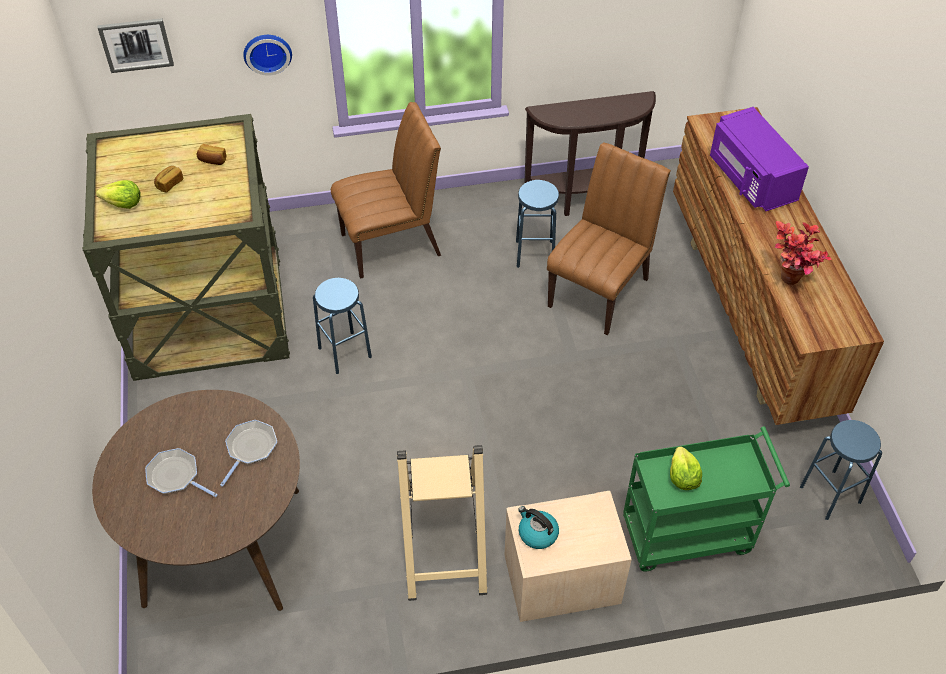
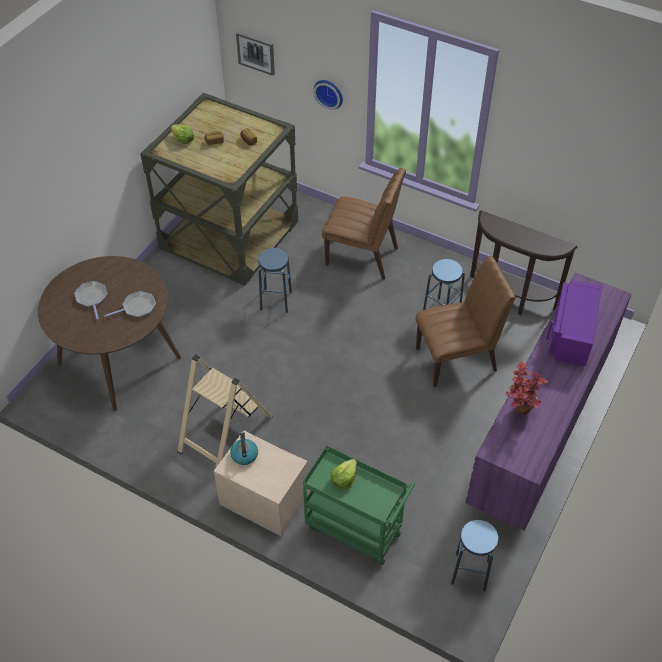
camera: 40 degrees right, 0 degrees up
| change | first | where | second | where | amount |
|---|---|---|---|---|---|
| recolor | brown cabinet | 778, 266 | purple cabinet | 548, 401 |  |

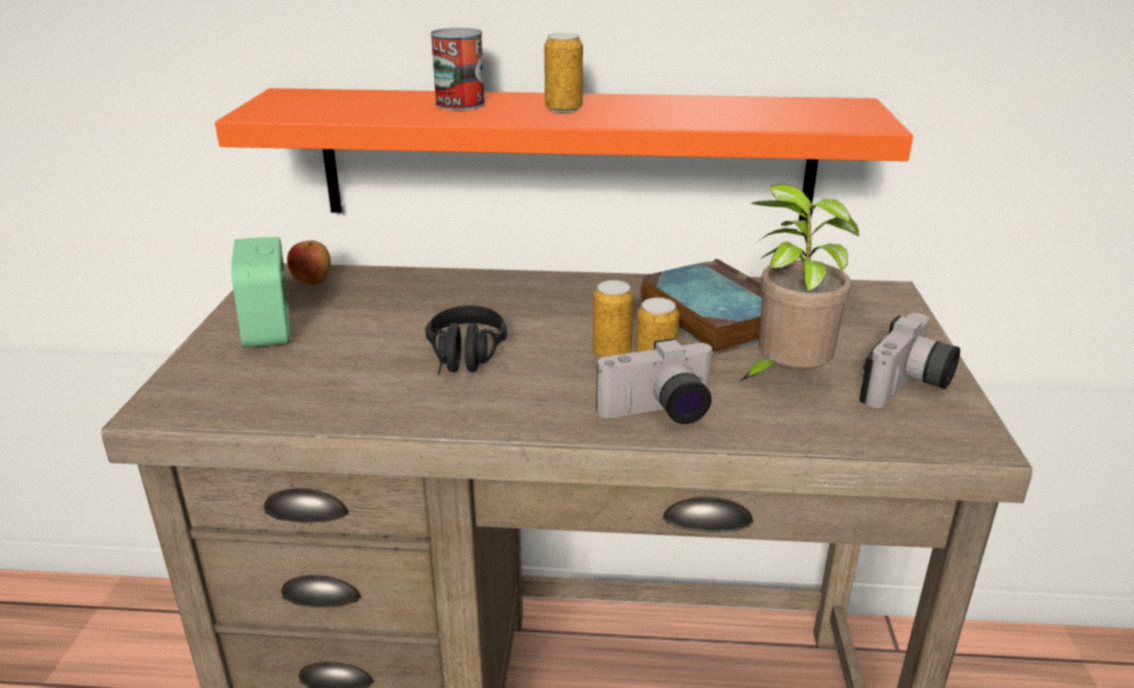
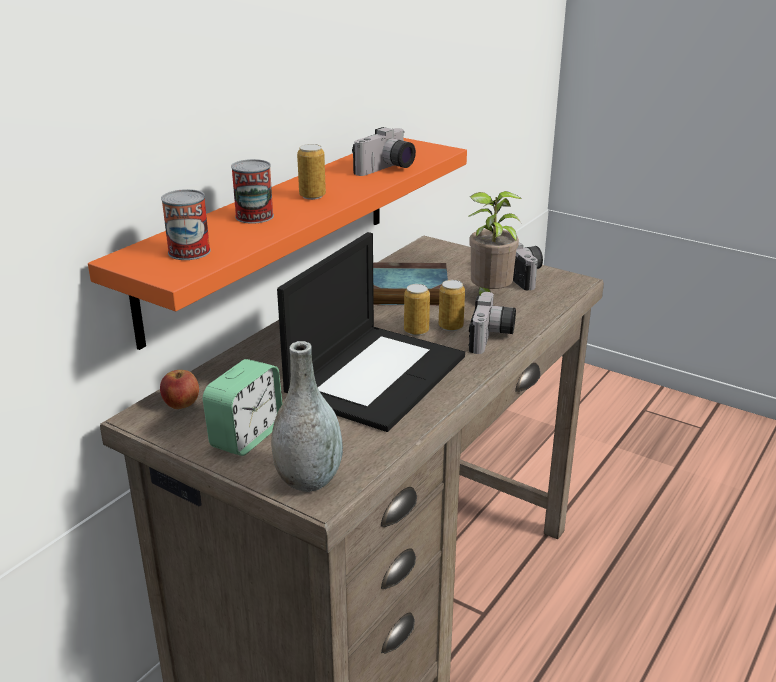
camera: 60 degrees left, 0 degrees up
| change | first | where | second | where | amount |
|---|---|---|---|---|---|
| rotate | alarm clock | 260, 292 |  | 243, 407 | 75 degrees counterclockwise |
| replace | black headphones | 466, 340 | laptop | 371, 332 |  |
| insert |  |  | can | 186, 224 |  |
| insert |  |  | grey vase | 307, 416 |  |
| insert |  |  | photo camera | 384, 151 |  |

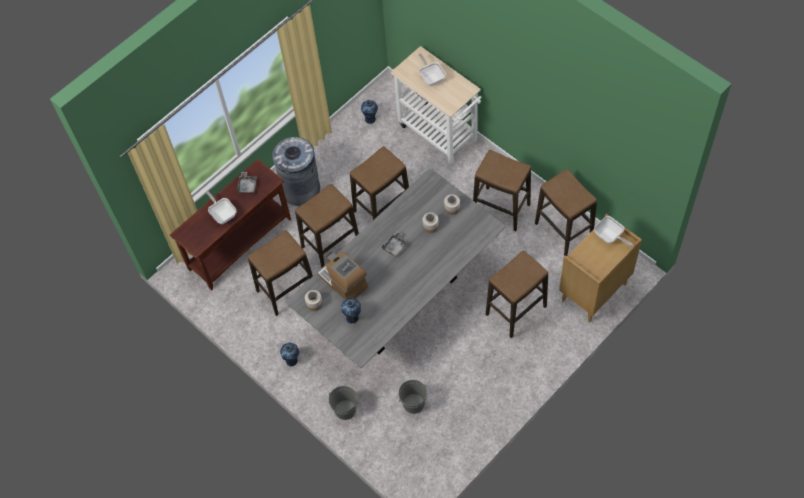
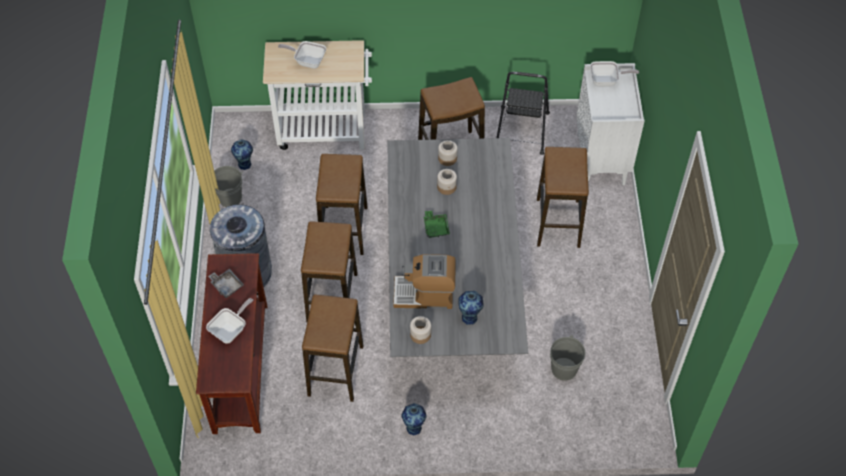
camera: 50 degrees left, 5 degrees down
| change | first | where | second | where | amount |
|---|---|---|---|---|---|
| rotate | frying pan | 221, 207 |  | 229, 321 | 120 degrees clockwise |
| move | grey bucket | 343, 403 |  | 228, 186 |  |
| recolor | grey tray | 395, 244 | green tray | 437, 224 |  |
| replace | stool | 566, 212 | black step ladder | 523, 113 |  |
| recolor | brown cabinet | 600, 268 | white cabinet | 610, 124 |  |

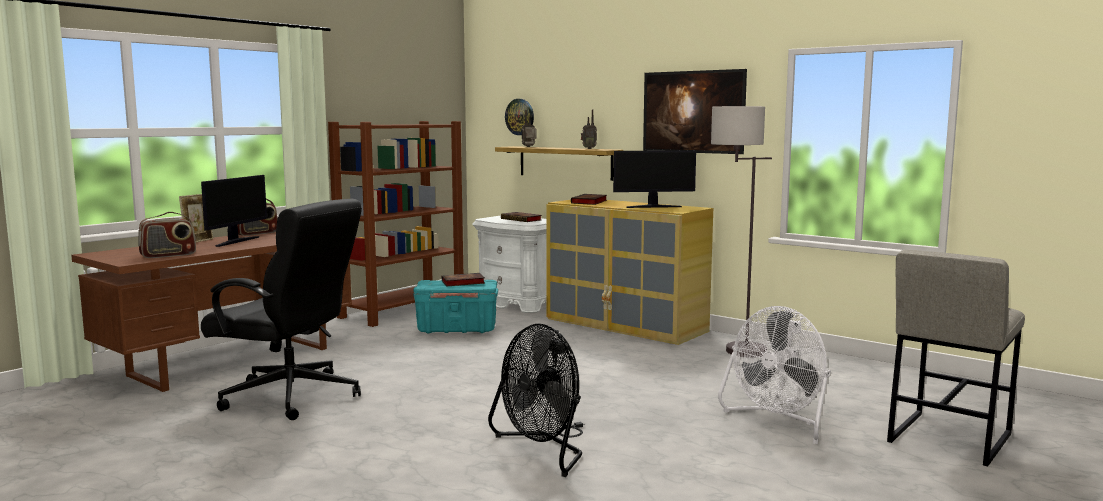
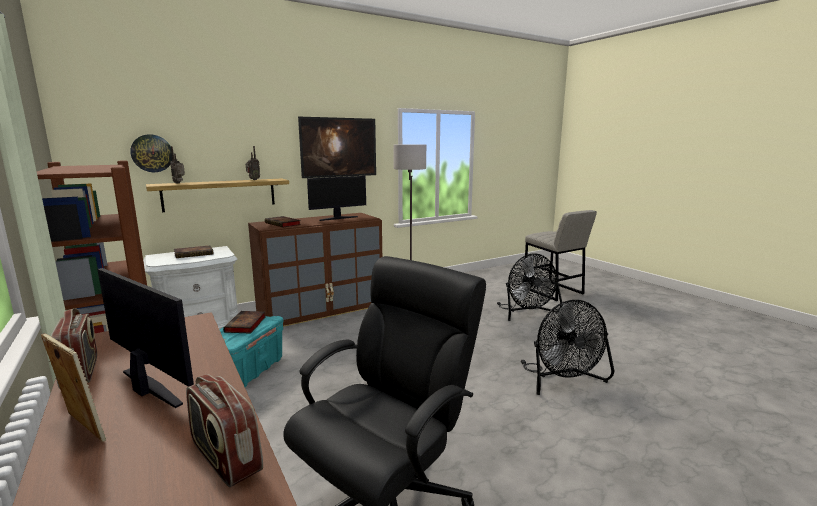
camera: 70 degrees left, 5 degrees up
| change | first | where | second | where | amount |
|---|---|---|---|---|---|
| rotate | radio | 167, 235 |  | 224, 430 | 150 degrees clockwise |
| recolor | yellow cabinet | 629, 272 | brown cabinet | 315, 270 |  |
| rotate | monitor | 654, 179 |  | 336, 198 | 45 degrees clockwise |
| recolor | white fan | 774, 375 | black fan | 529, 287 |  |

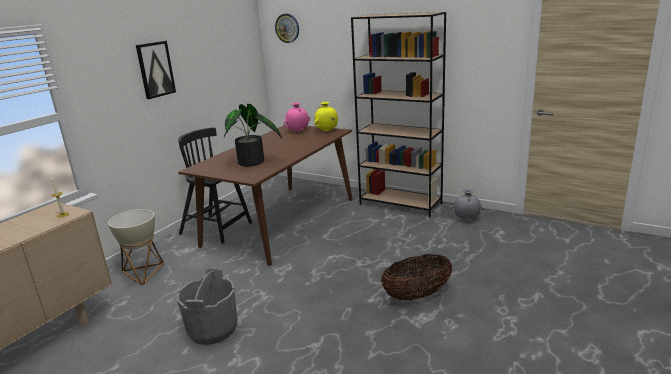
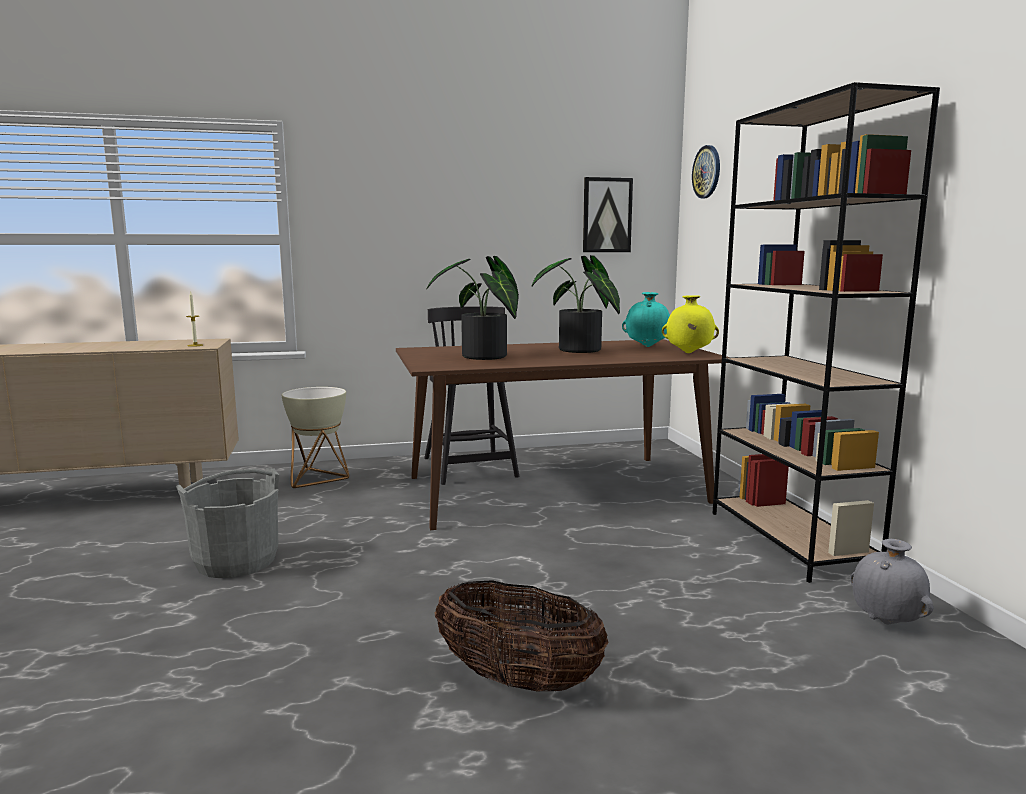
camera: 45 degrees right, 10 degrees down
| change | first | where | second | where | amount |
|---|---|---|---|---|---|
| move | picture | 156, 70 |  | 608, 214 |  |
| recolor | pink vase | 297, 117 | turquoise vase | 646, 319 |  |
| insert |  |  | potted plant | 576, 304 |  |

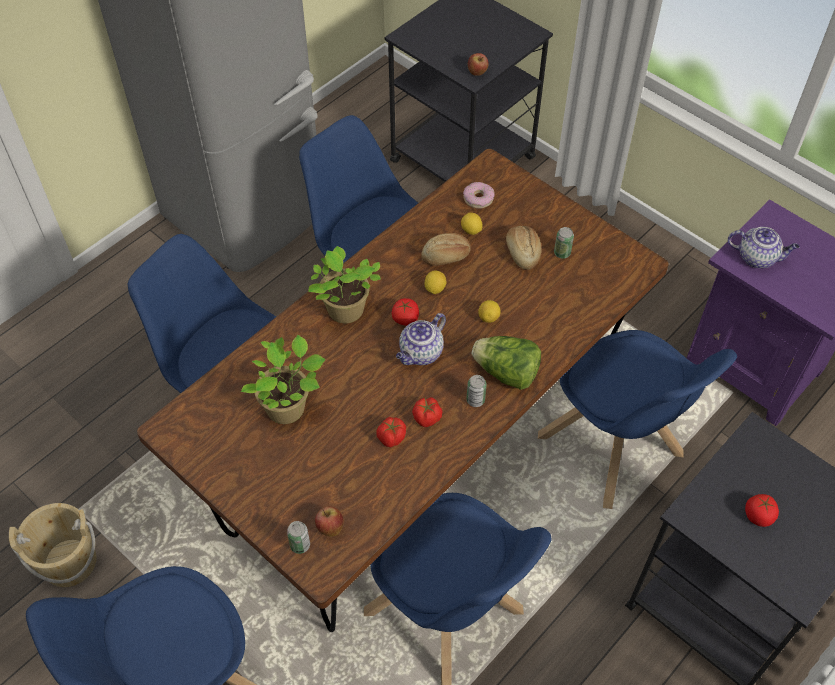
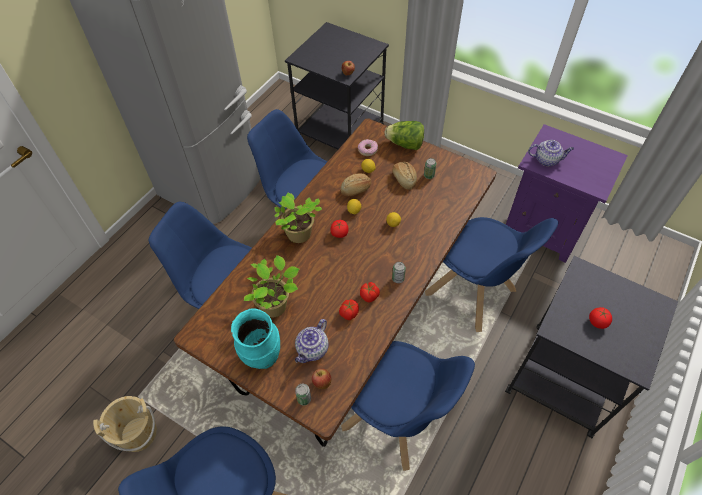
camera: 10 degrees left, 0 degrees up
| change | first | where | second | where | amount |
|---|---|---|---|---|---|
| move | teapot | 421, 339 |  | 312, 341 |  |
| move | lettuce | 506, 363 |  | 404, 135 |  |
| insert |  |  | turquoise vase | 255, 338 |  |

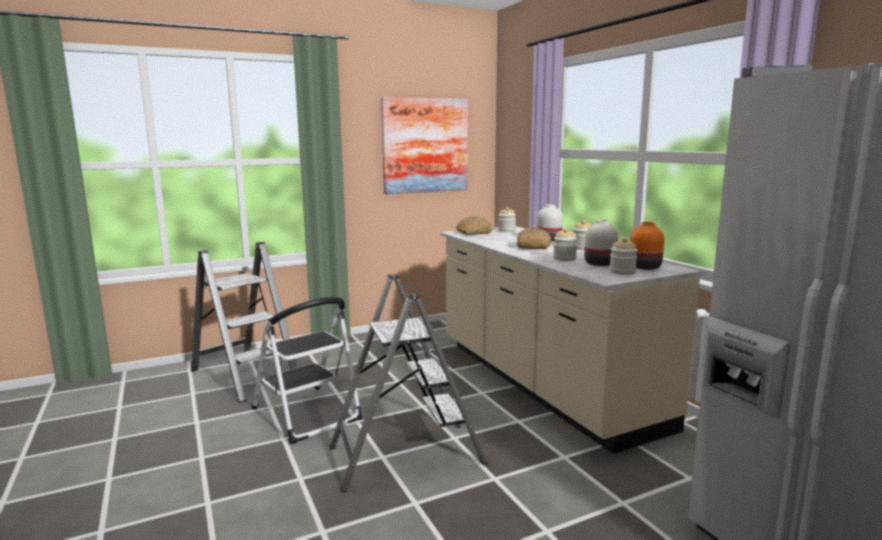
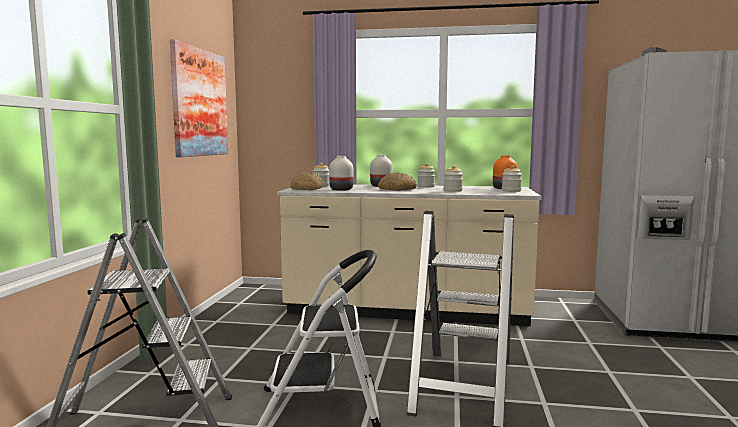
camera: 55 degrees left, 5 degrees down
| change | first | where | second | where | amount |
|---|---|---|---|---|---|
| move | white vase | 601, 243 |  | 341, 173 |  |

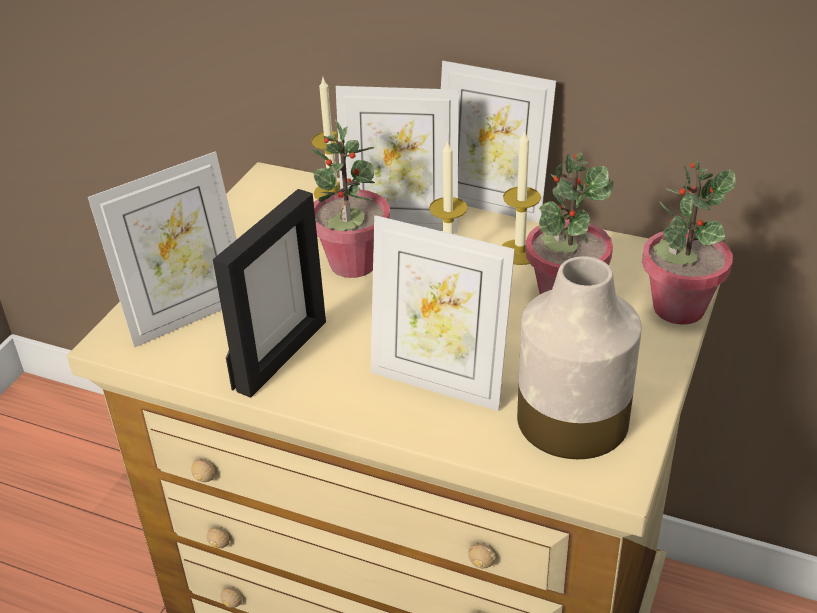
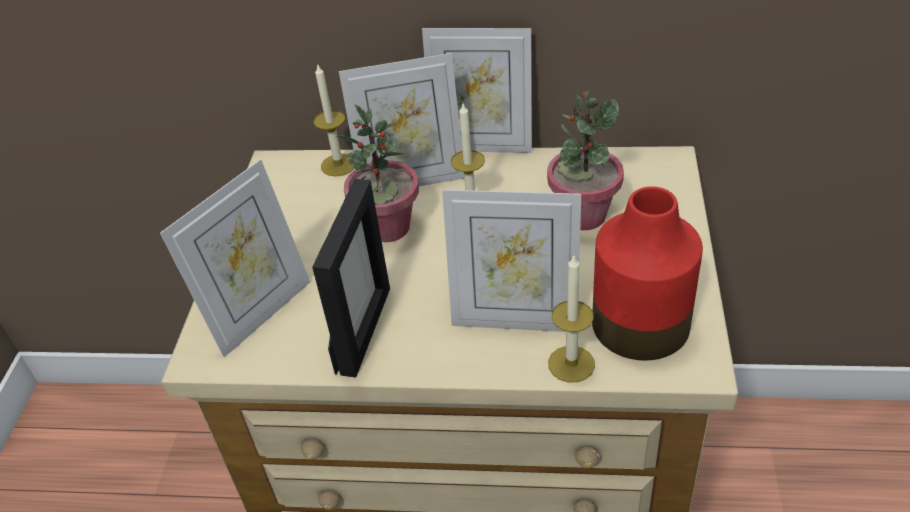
camera: 15 degrees left, 5 degrees up
| change | first | where | second | where | amount |
|---|---|---|---|---|---|
| move | candle | 521, 197 |  | 571, 319 |  |
| recolor | beige vase | 579, 357 | red vase | 647, 273 |  |
| delete | potted plant | 689, 243 |  |  |  |

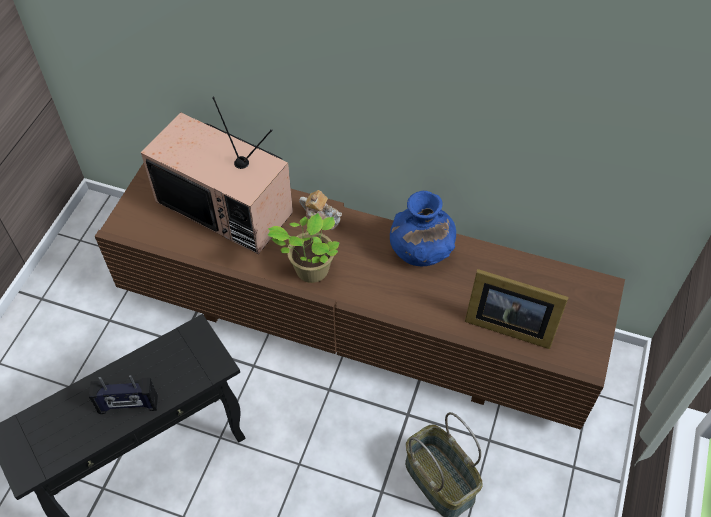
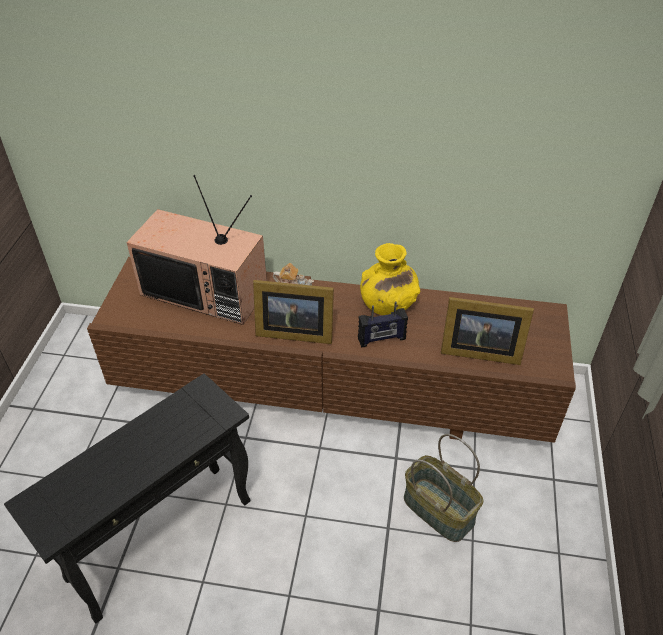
camera: 10 degrees left, 10 degrees down
| change | first | where | second | where | amount |
|---|---|---|---|---|---|
| move | radio | 123, 394 |  | 383, 324 |  |
| replace | potted plant | 304, 248 | picture frame | 293, 312 |  |
| recolor | blue vase | 423, 228 | yellow vase | 390, 279 |  |

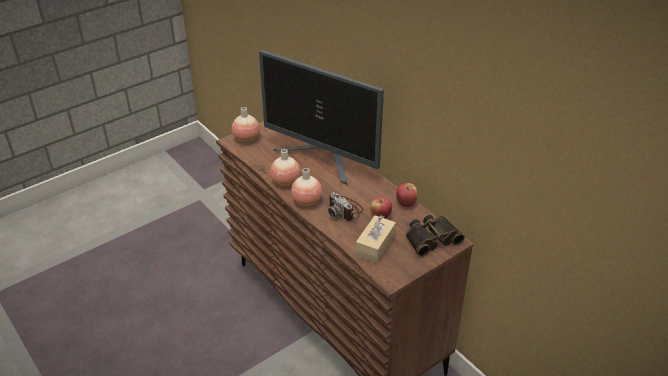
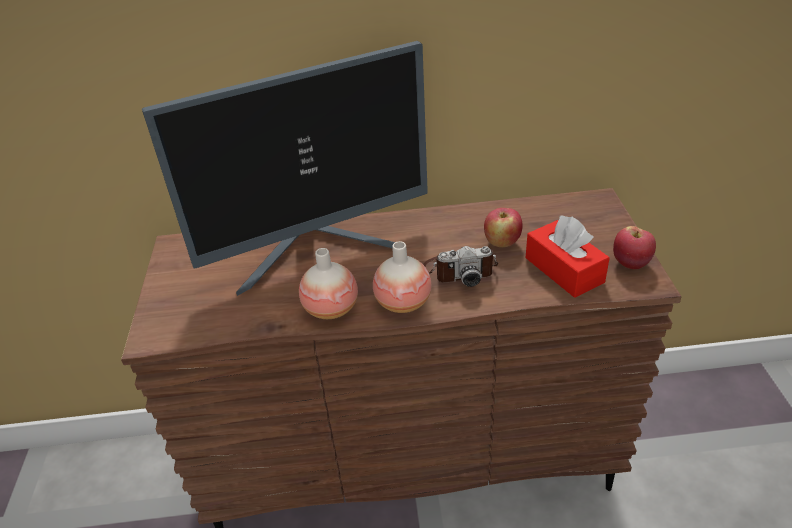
camera: 55 degrees left, 0 degrees up
| change | first | where | second | where | amount |
|---|---|---|---|---|---|
| delete | vase | 246, 124 |  |  |  |
| recolor | beige tissue box | 376, 239 | red tissue box | 568, 257 |  |
| move | apple | 407, 195 |  | 634, 247 |  |
| delete | binoculars | 435, 236 |  |  |  |

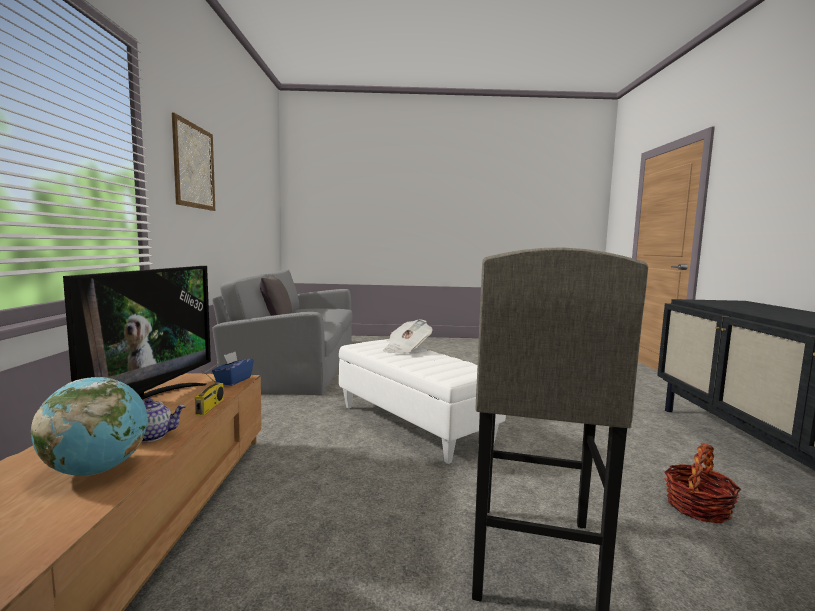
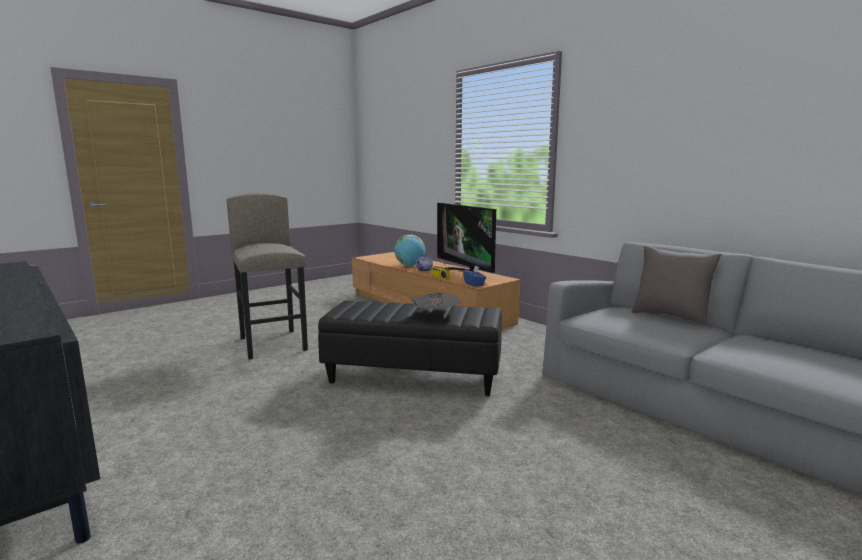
camera: 140 degrees right, 5 degrees up
| change | first | where | second | where | amount |
|---|---|---|---|---|---|
| delete | picture | 193, 162 |  |  |  |
| recolor | white ottoman | 422, 401 | black ottoman | 410, 348 |  |
| delete | basket | 702, 483 |  |  |  |

